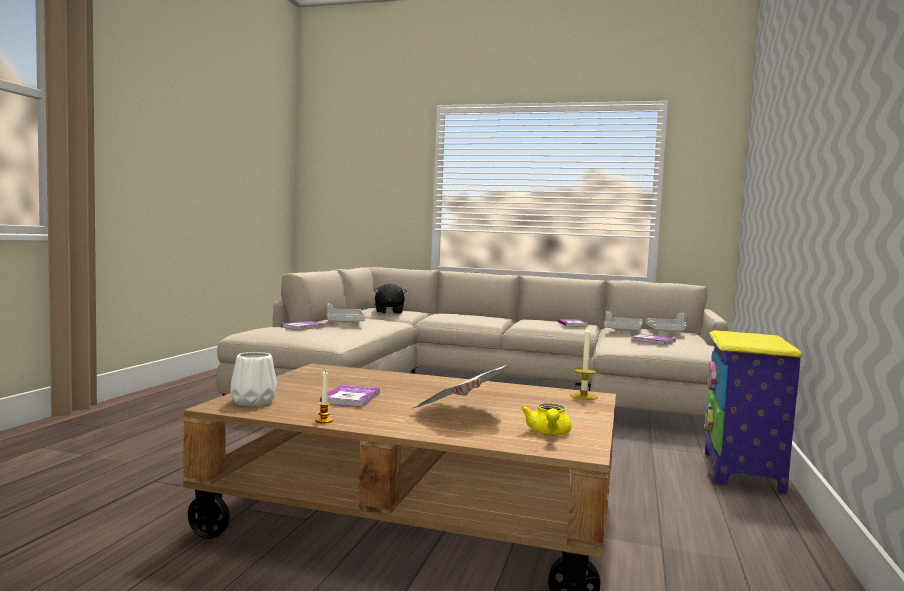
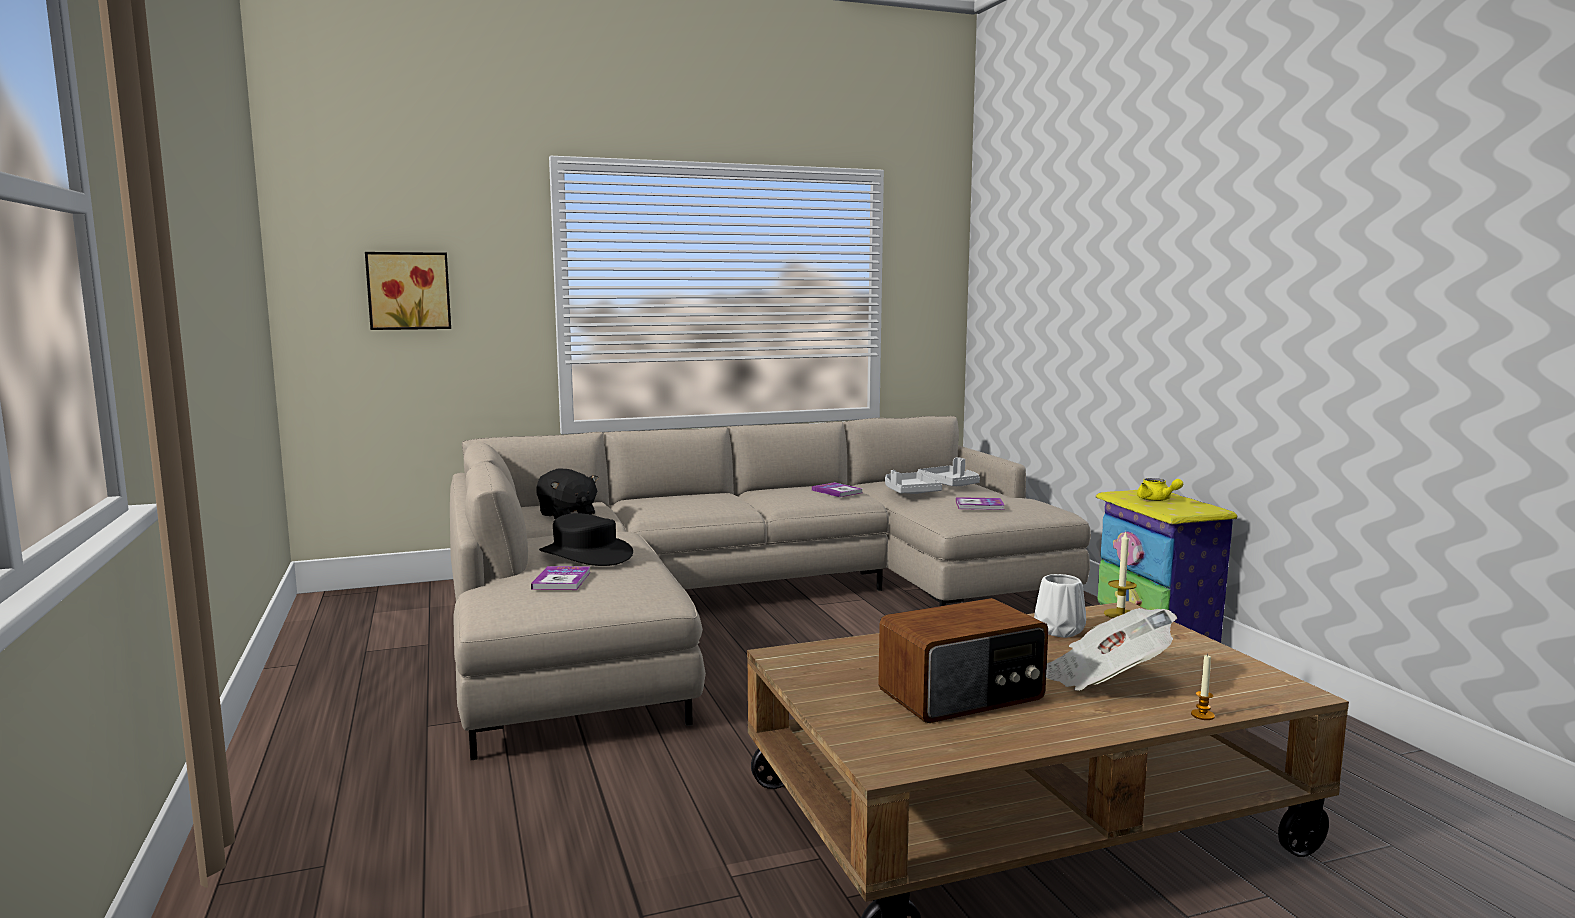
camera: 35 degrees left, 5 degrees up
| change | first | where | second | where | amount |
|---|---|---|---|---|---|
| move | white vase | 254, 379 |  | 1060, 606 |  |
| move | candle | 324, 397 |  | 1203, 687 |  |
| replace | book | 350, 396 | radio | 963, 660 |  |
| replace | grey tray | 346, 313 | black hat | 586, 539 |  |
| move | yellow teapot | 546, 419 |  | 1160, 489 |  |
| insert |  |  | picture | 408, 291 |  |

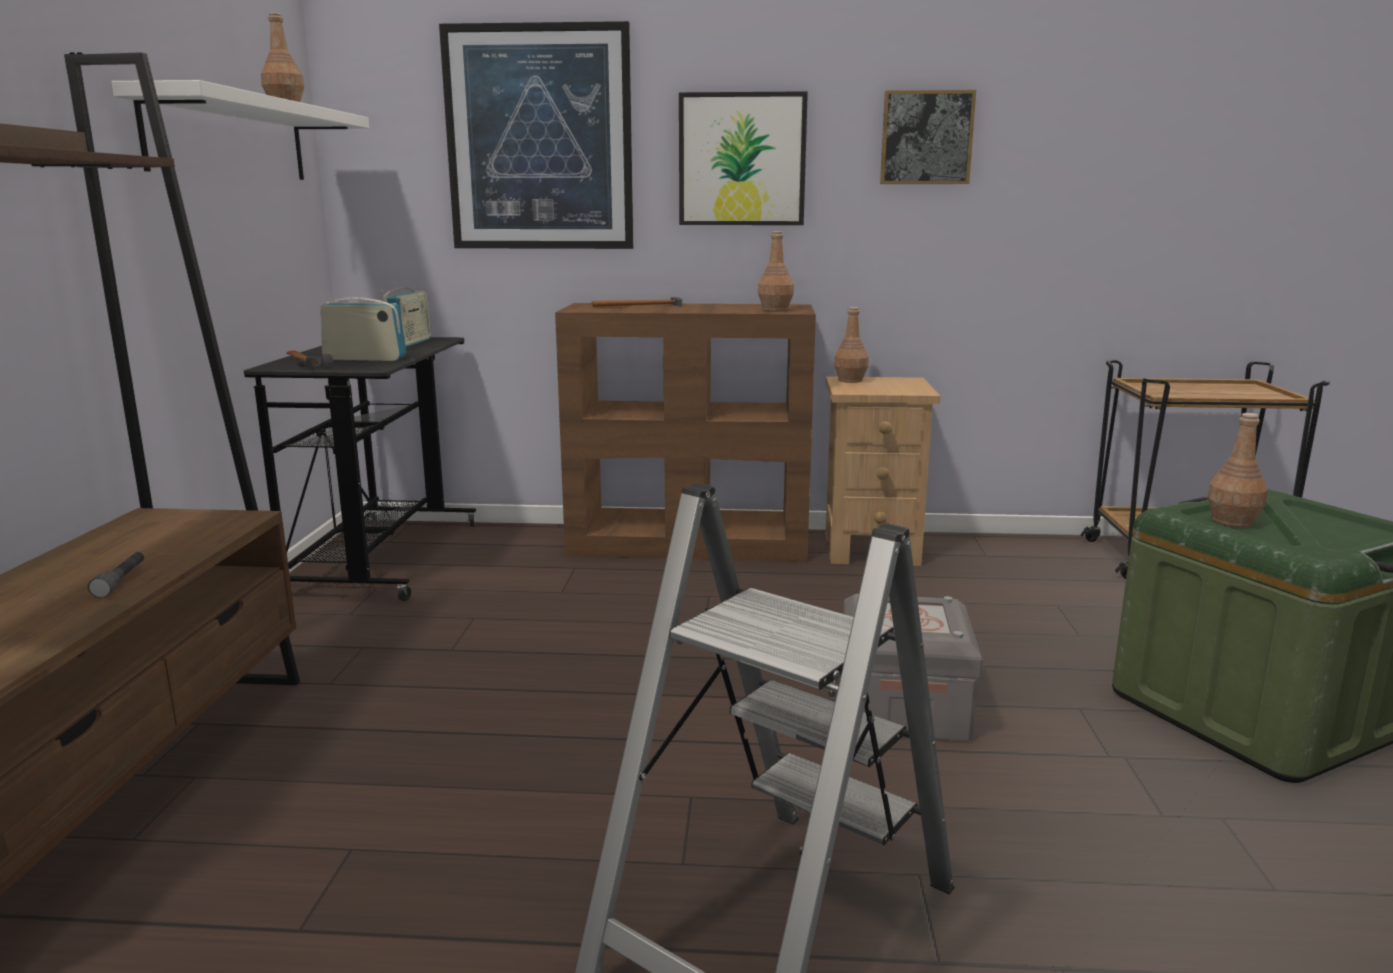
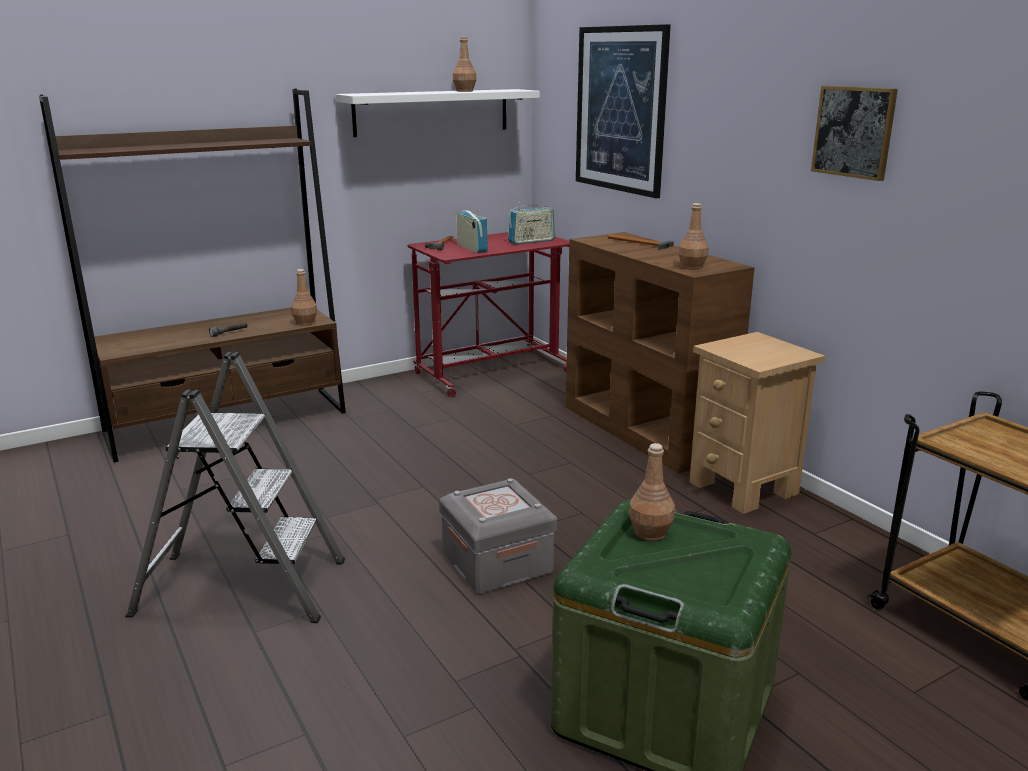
camera: 55 degrees right, 5 degrees up
| change | first | where | second | where | amount |
|---|---|---|---|---|---|
| recolor | black desk | 360, 469 | red desk | 488, 314 |  |
| delete | picture | 743, 158 |  |  |  |
| move | brown bottle | 851, 345 |  | 304, 297 |  |

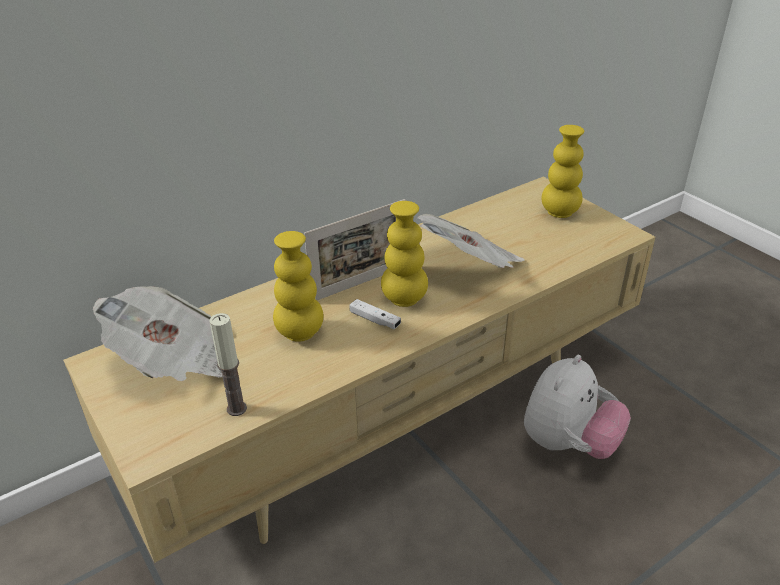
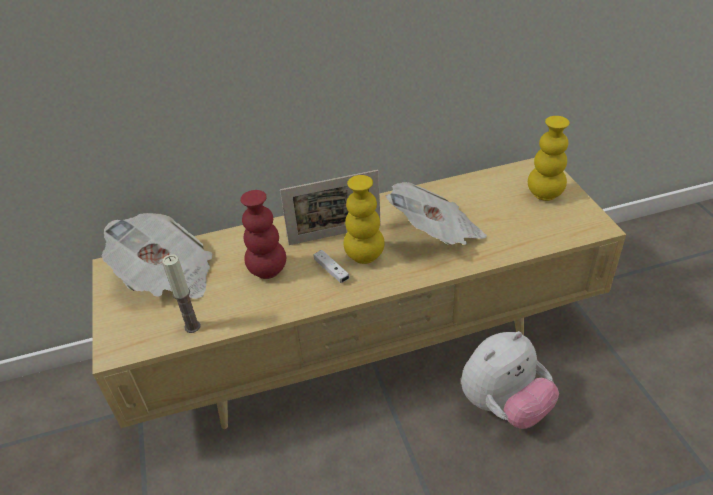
camera: 20 degrees right, 5 degrees up
| change | first | where | second | where | amount |
|---|---|---|---|---|---|
| recolor | yellow vase | 298, 286 | red vase | 263, 234 |  |

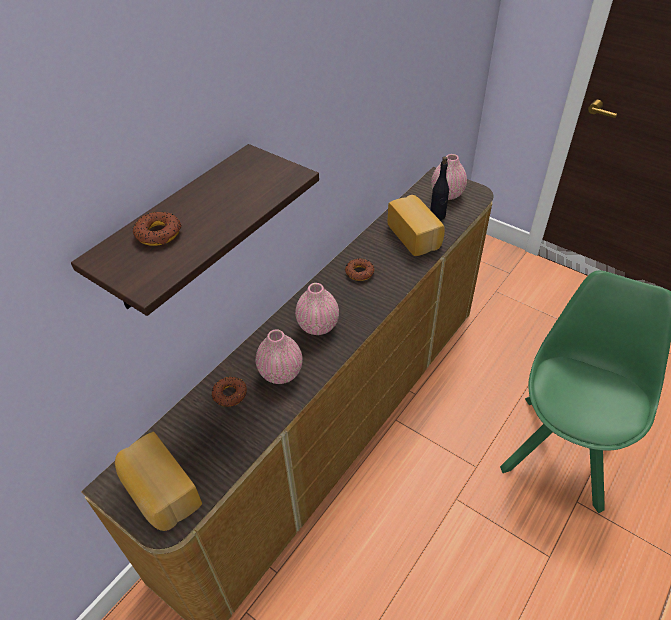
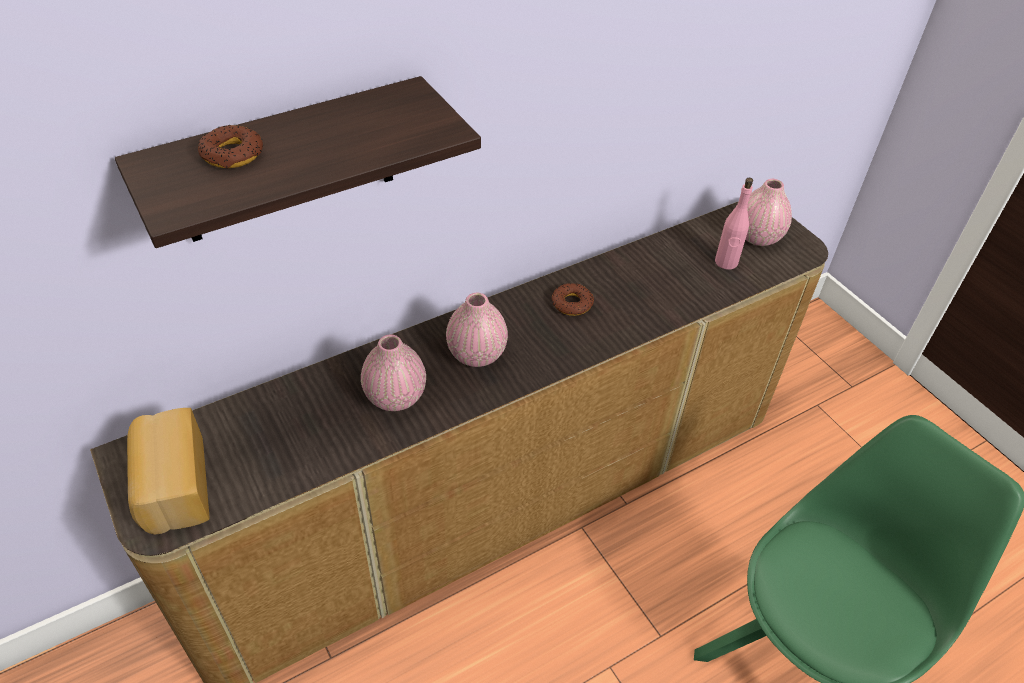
camera: 20 degrees right, 0 degrees up
| change | first | where | second | where | amount |
|---|---|---|---|---|---|
| delete | donut | 229, 392 |  |  |  |
| delete | bread | 416, 225 |  |  |  |
| recolor | black bottle | 439, 188 | pink bottle | 734, 224 |  |

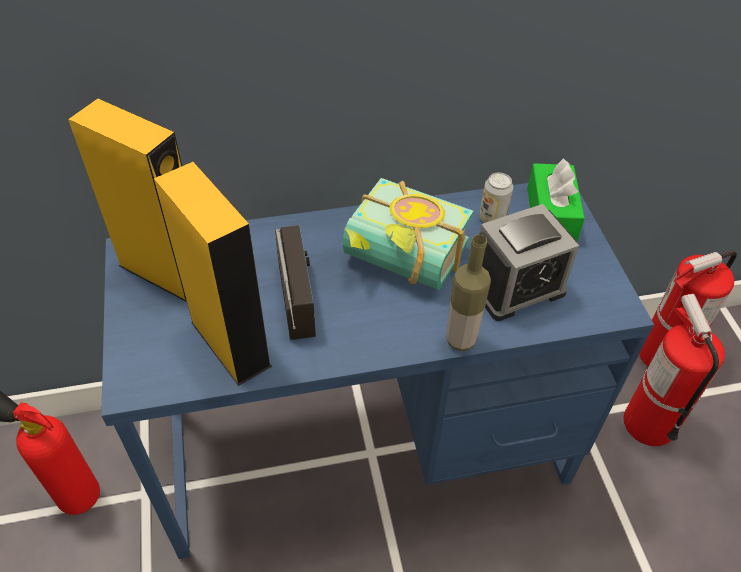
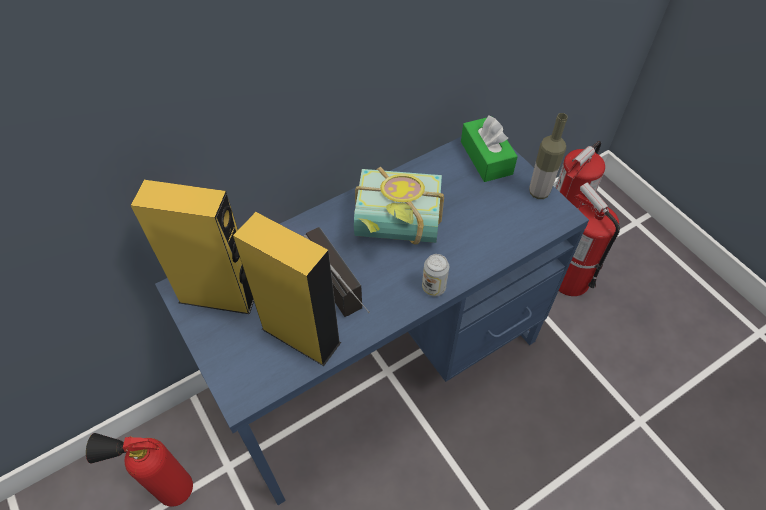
camera: 20 degrees left, 5 degrees up
| change | first | where | second | where | amount |
|---|---|---|---|---|---|
| move | bottle | 468, 292 |  | 548, 156 |  |
| move | can | 496, 198 |  | 435, 275 |  |
| delete | alarm clock | 529, 262 |  |  |  |

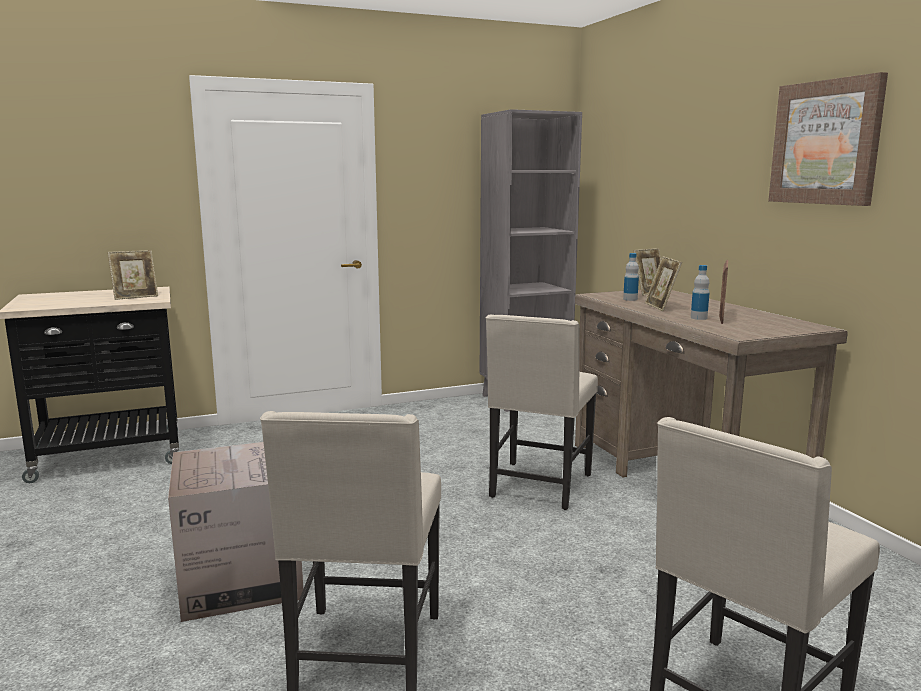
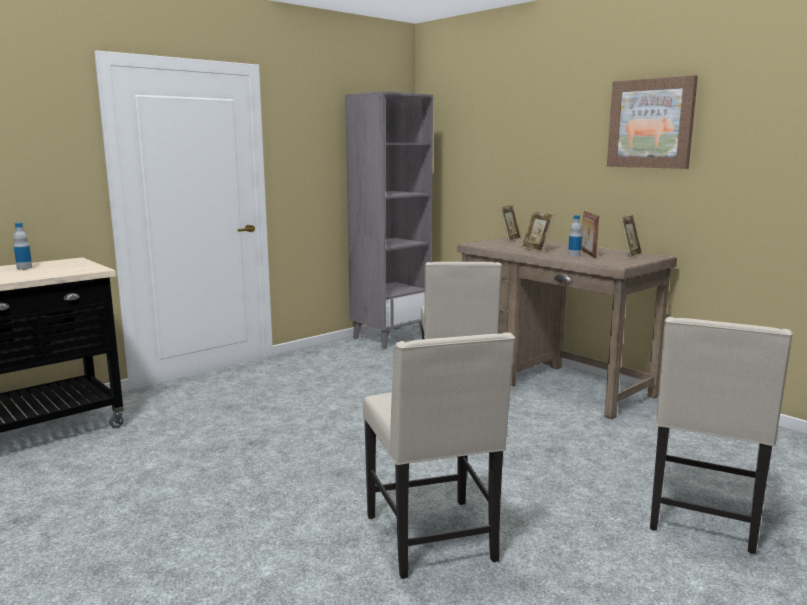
camera: 20 degrees left, 0 degrees up
| change | first | where | second | where | amount |
|---|---|---|---|---|---|
| move | picture frame | 133, 275 |  | 631, 237 |  |
| delete | cardboard box | 235, 532 |  |  |  |
| move | bottle | 631, 277 |  | 22, 246 |  |

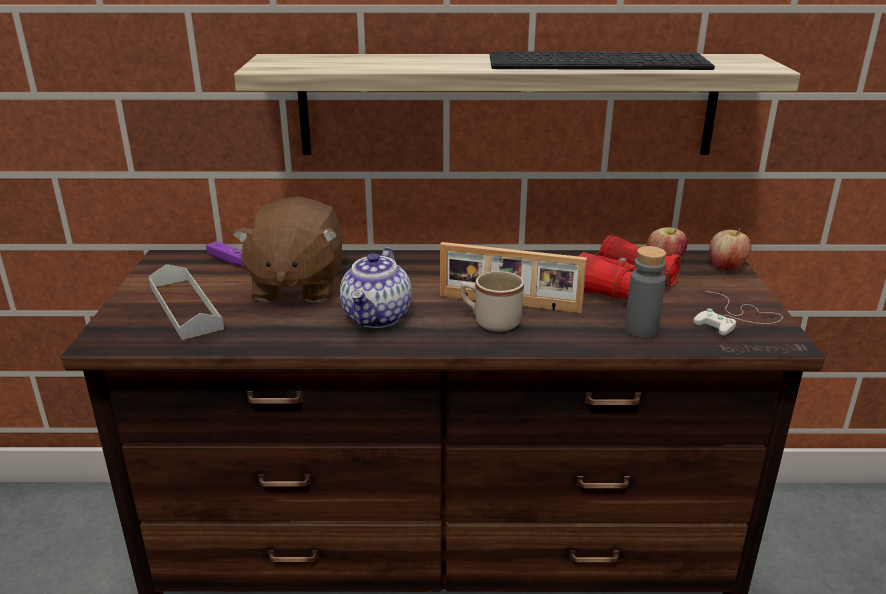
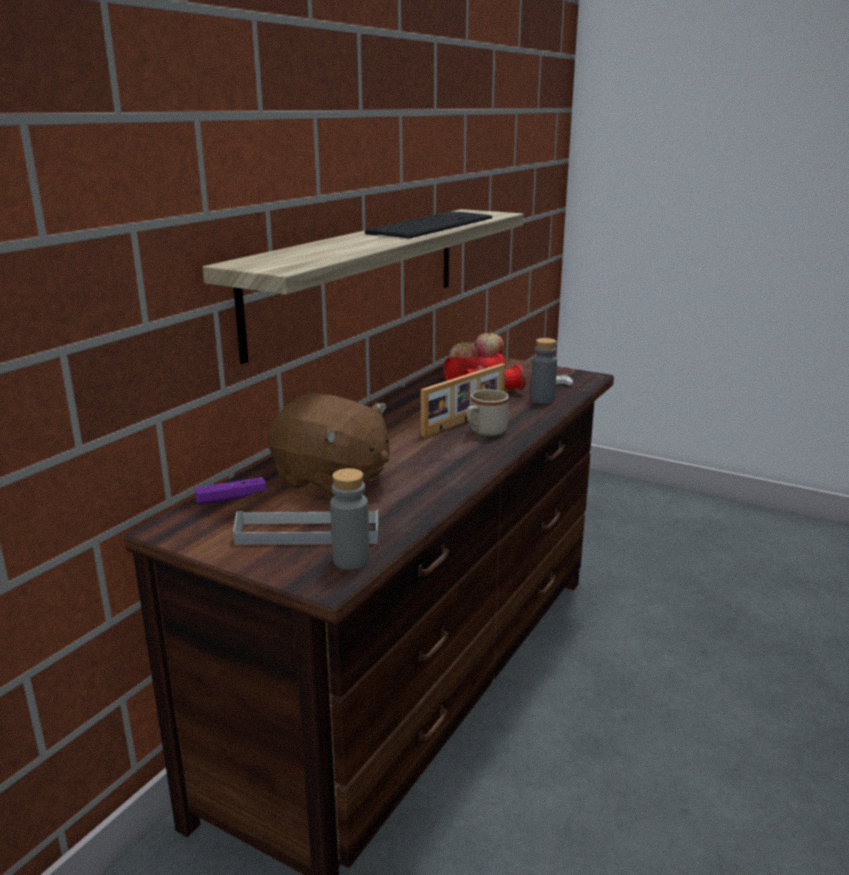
camera: 60 degrees left, 5 degrees down
| change | first | where | second | where | amount |
|---|---|---|---|---|---|
| delete | teapot | 376, 287 |  |  |  |
| insert |  |  | grey bottle | 350, 519 |  |

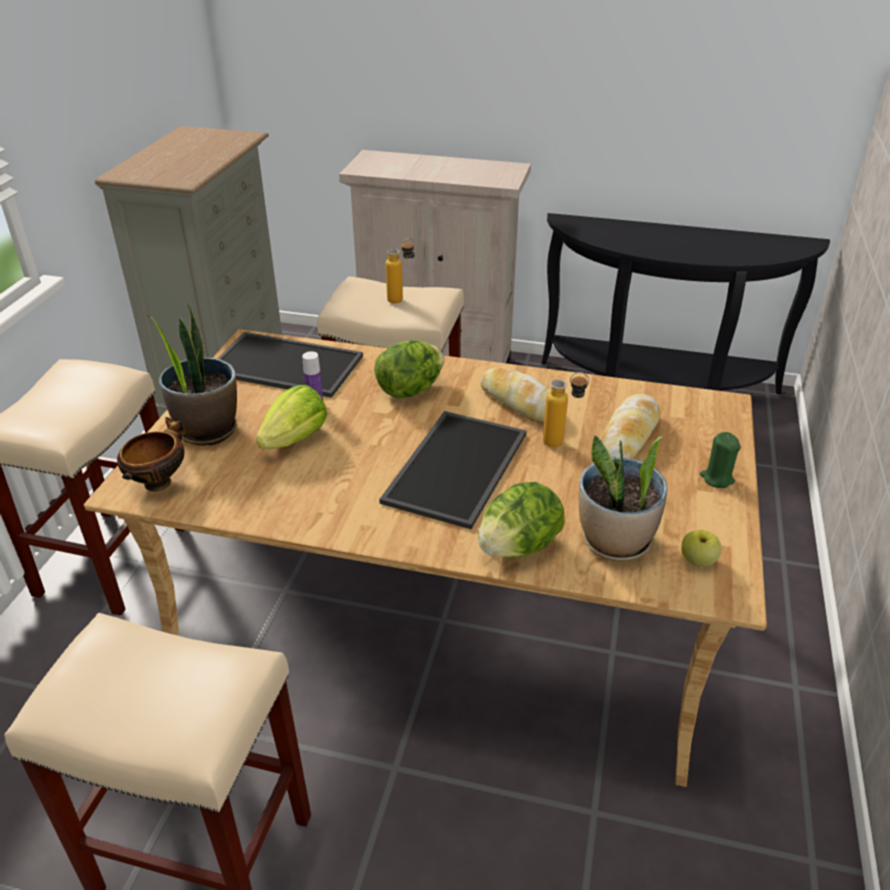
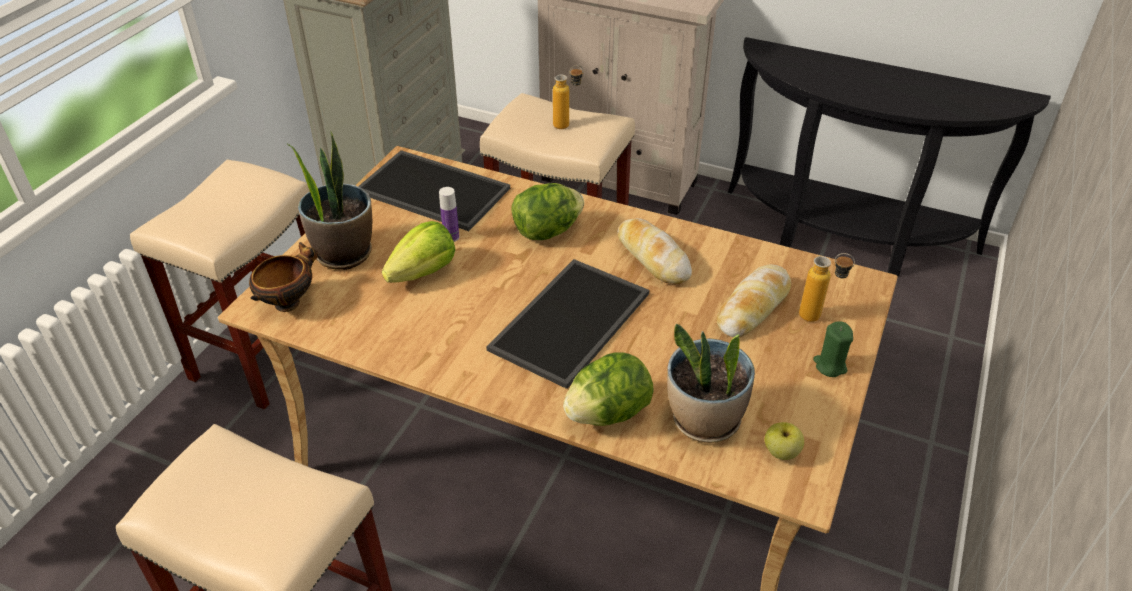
camera: 10 degrees right, 5 degrees up
| change | first | where | second | where | amount |
|---|---|---|---|---|---|
| move | bottle | 566, 409 |  | 827, 287 |  |

